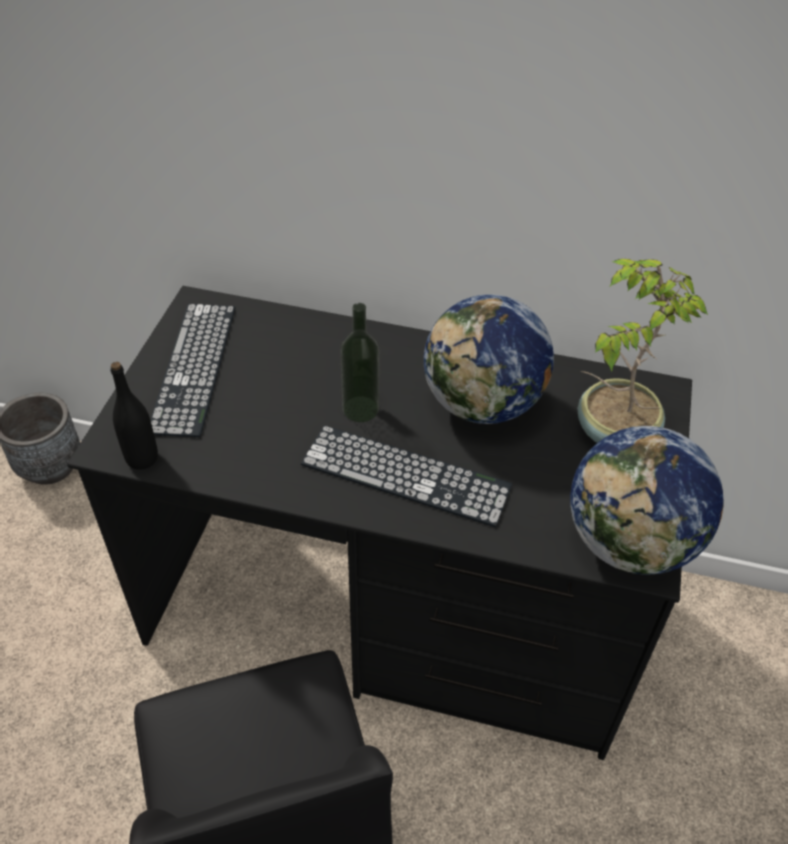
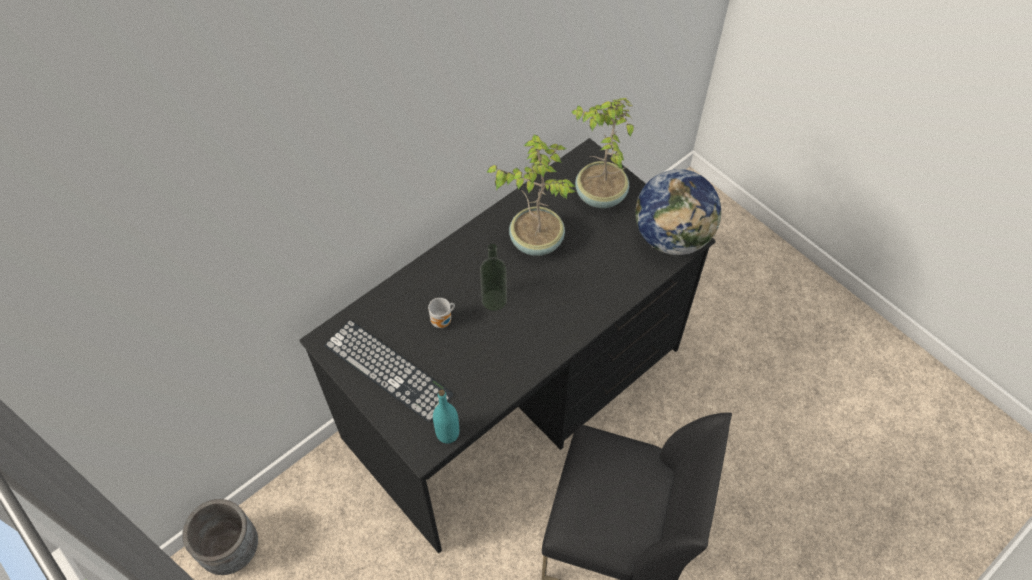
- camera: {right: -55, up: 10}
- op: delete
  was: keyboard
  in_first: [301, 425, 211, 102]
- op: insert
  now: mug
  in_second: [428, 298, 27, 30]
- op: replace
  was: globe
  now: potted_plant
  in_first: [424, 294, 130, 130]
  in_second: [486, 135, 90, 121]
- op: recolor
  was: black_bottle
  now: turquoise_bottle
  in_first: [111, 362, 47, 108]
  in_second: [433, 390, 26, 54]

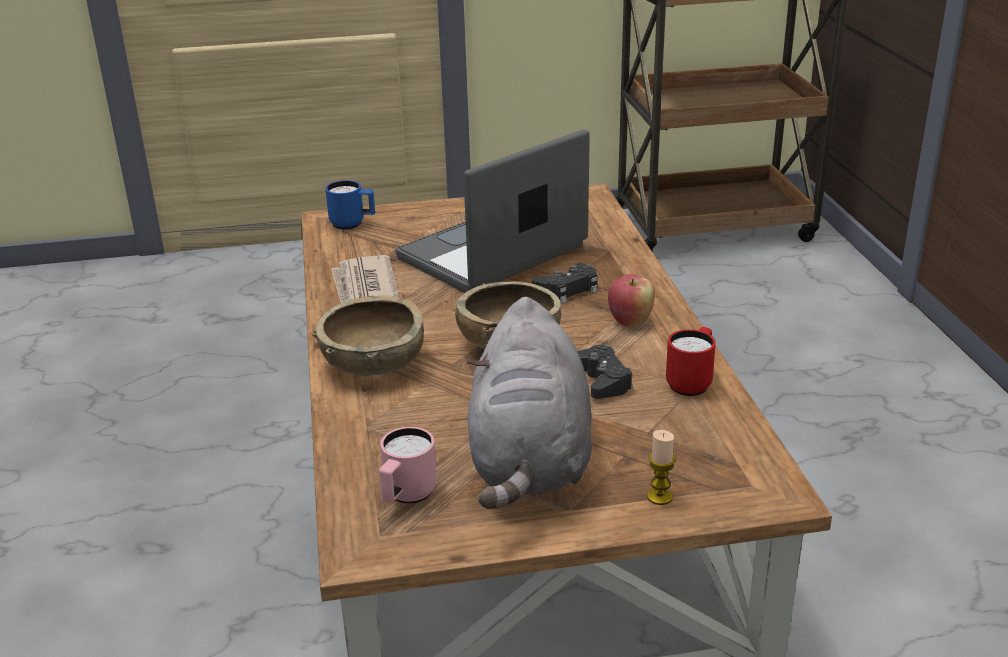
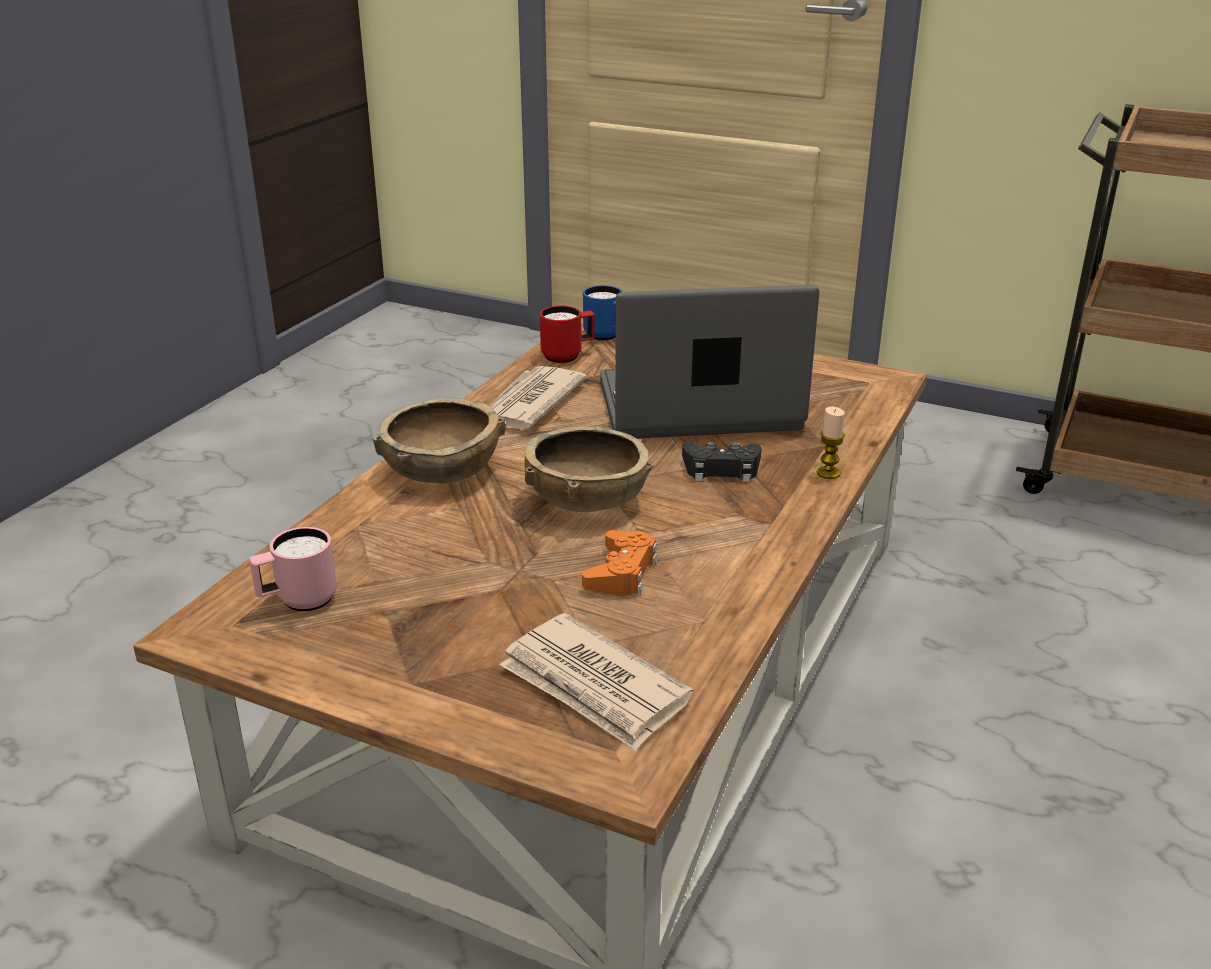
- camera: {right: 35, up: 0}
- op: delete
  was: grey_plush_toy
  in_first: [467, 297, 125, 212]
- op: delete
  was: apple
  in_first: [608, 274, 47, 53]
- op: insert
  now: newspaper
  in_second: [500, 613, 194, 138]
- op: move
  was: candle
  in_first: [647, 430, 29, 75]
  in_second: [817, 407, 28, 72]
- op: move
  was: red_mug
  in_first: [666, 327, 50, 69]
  in_second: [540, 306, 54, 57]
- op: recolor
  was: black_game_controller
  now: orange_game_controller
  in_first: [577, 345, 56, 54]
  in_second: [582, 530, 76, 66]

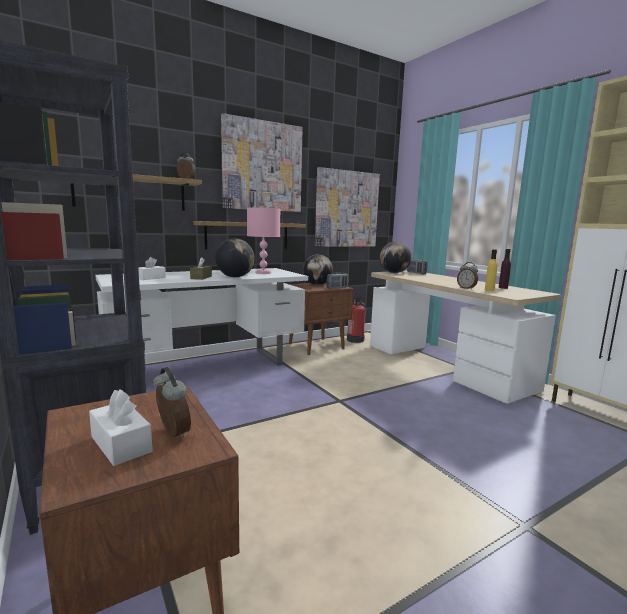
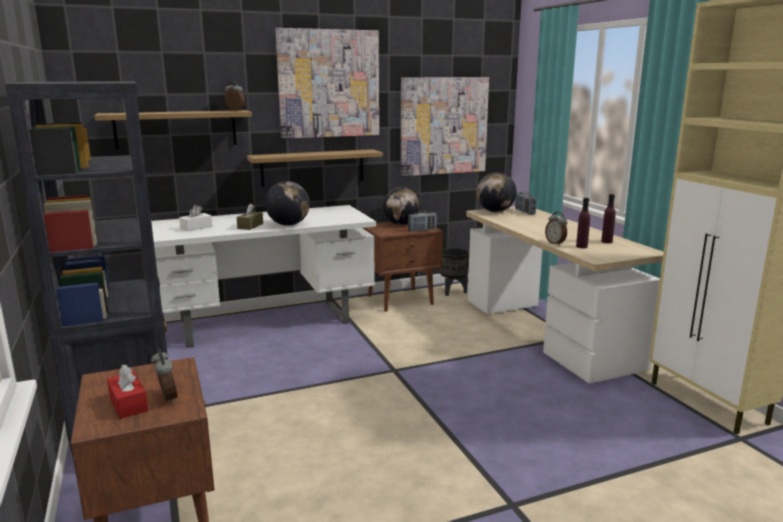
- camera: {right: 10, up: 5}
- op: delete
  was: pink_table_lamp
  in_first: [247, 207, 33, 67]
- op: replace
  was: fire_extinguisher
  now: black_planter
  in_first: [347, 296, 19, 47]
  in_second: [440, 248, 29, 48]
- op: recolor
  was: white_tissue_box
  now: red_tissue_box
  in_first: [89, 389, 64, 77]
  in_second: [107, 364, 41, 55]
- op: recolor
  was: yellow_bottle
  now: purple_bottle
  in_first: [485, 249, 12, 42]
  in_second: [576, 198, 14, 50]

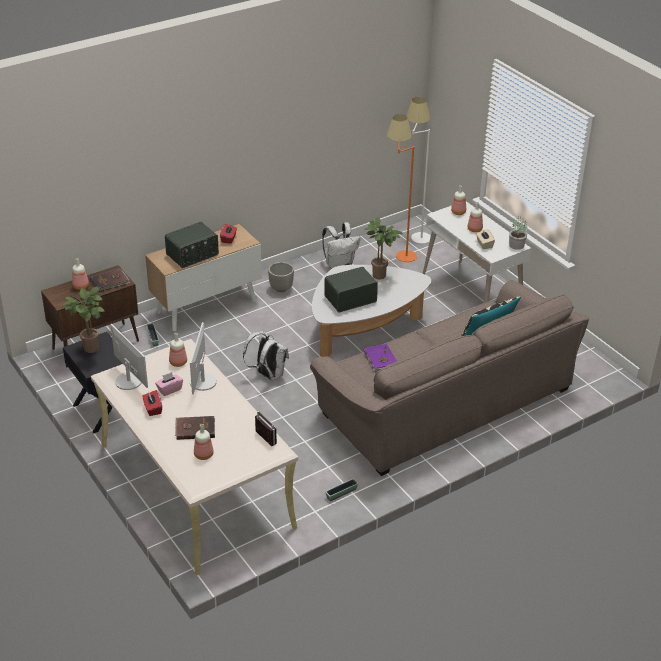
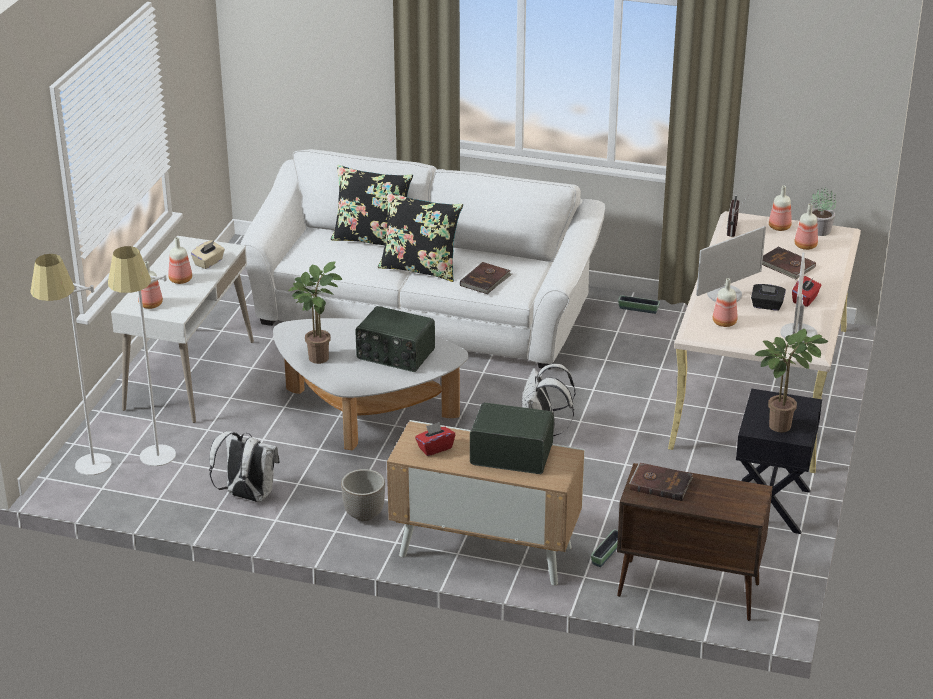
- camera: {right: -130, up: -5}
- op: insert
  now: black_pillow
  in_second: [378, 191, 85, 91]
- op: move
  was: bottle
  in_first: [72, 258, 17, 32]
  in_second: [769, 186, 23, 45]
- op: move
  was: potted_plant
  in_first: [509, 217, 19, 33]
  in_second: [811, 187, 25, 49]
- op: recolor
  was: pink_tissue_box
  now: black_tissue_box
  in_first: [155, 372, 28, 24]
  in_second: [751, 284, 35, 27]
- op: recolor
  was: brown_sofa
  now: white_sofa
  in_first: [310, 280, 280, 196]
  in_second: [240, 149, 365, 221]
- op: recolor
  was: purple_book
  now: brown_book
  in_first: [364, 344, 33, 27]
  in_second: [460, 262, 52, 32]
- op: recolor
  was: orange_floor_lamp
  now: white_floor_lamp
  in_first: [387, 114, 30, 148]
  in_second: [108, 246, 68, 220]

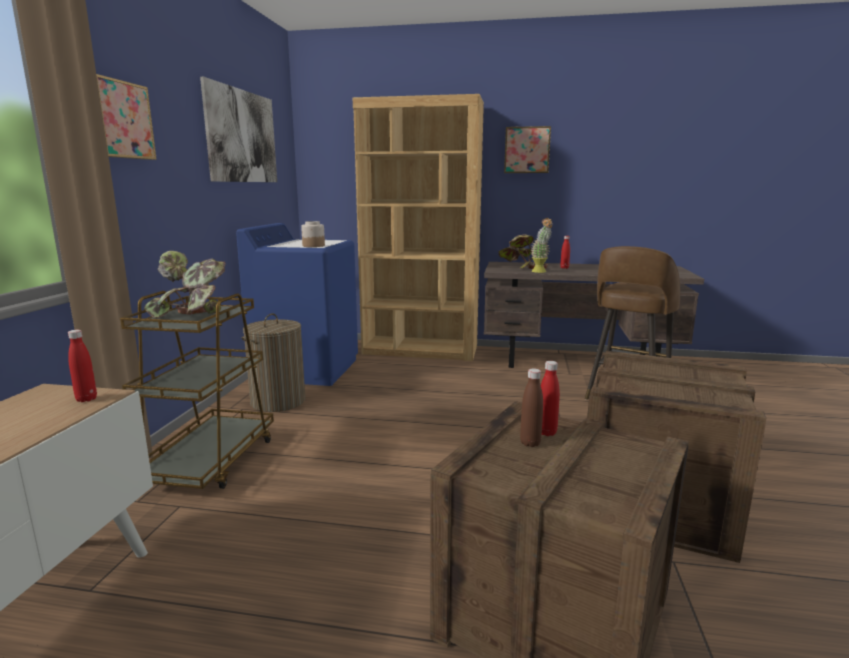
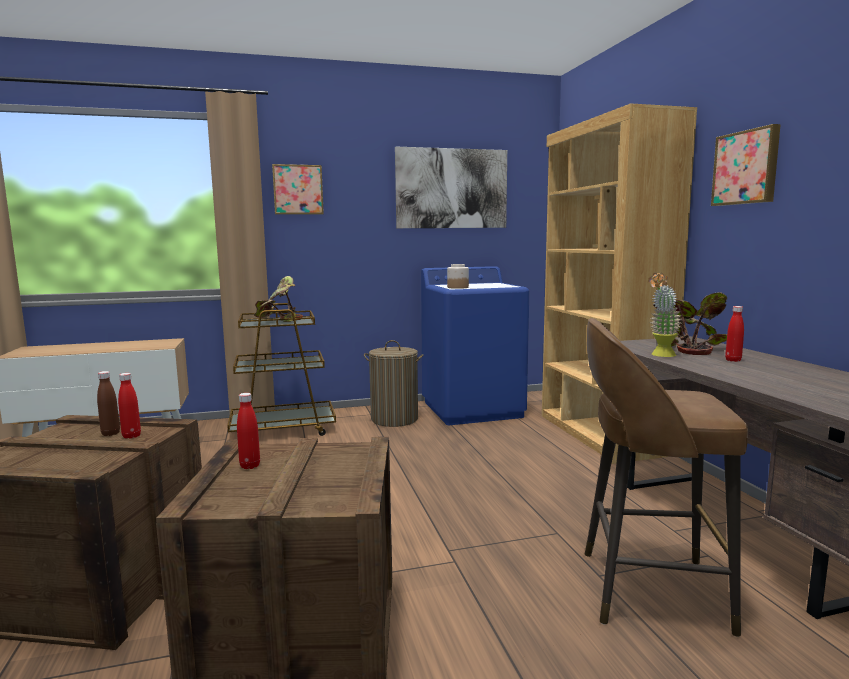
- camera: {right: 65, up: -5}
- op: move
  was: red_bottle
  in_first: [68, 330, 29, 72]
  in_second: [237, 393, 23, 76]

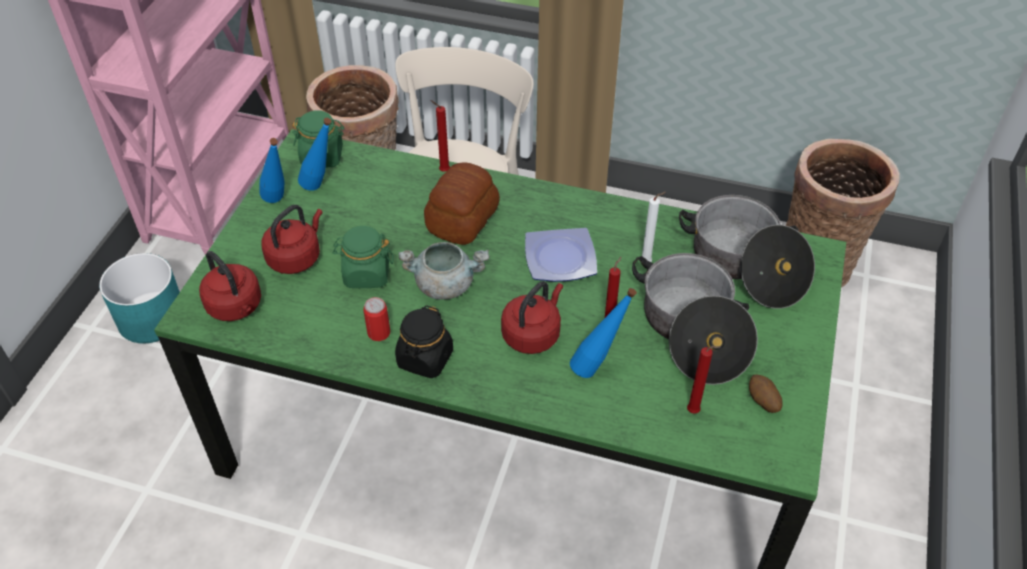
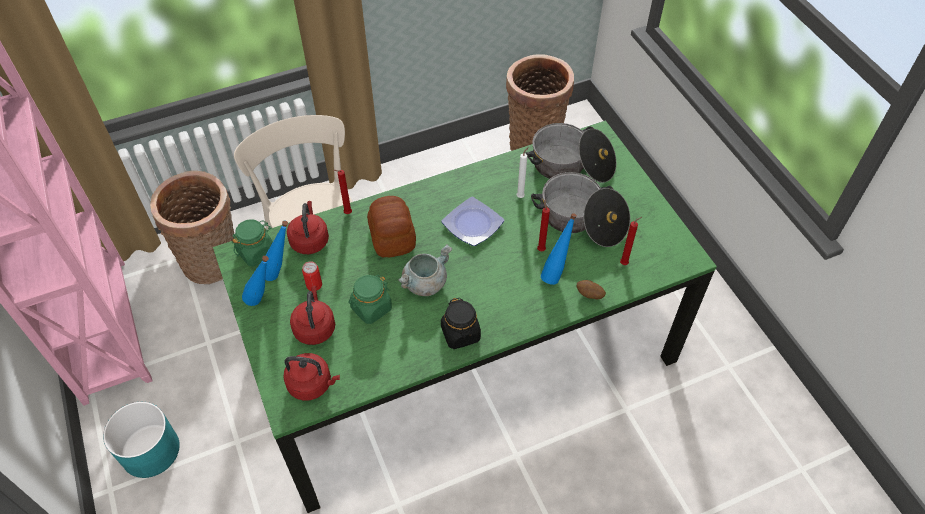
- camera: {right: -40, up: 5}
- op: move
  was: can
  in_first: [364, 297, 26, 44]
  in_second: [302, 261, 20, 30]
- op: move
  was: red_kettle
  in_first: [501, 281, 62, 73]
  in_second: [287, 201, 42, 53]
- op: move
  was: potato
  in_first: [749, 374, 34, 39]
  in_second: [577, 280, 29, 19]

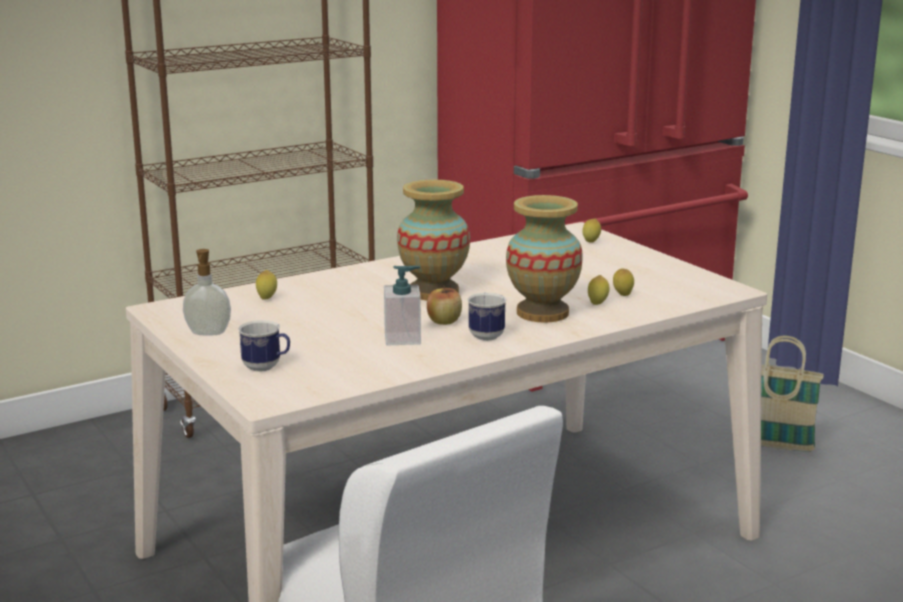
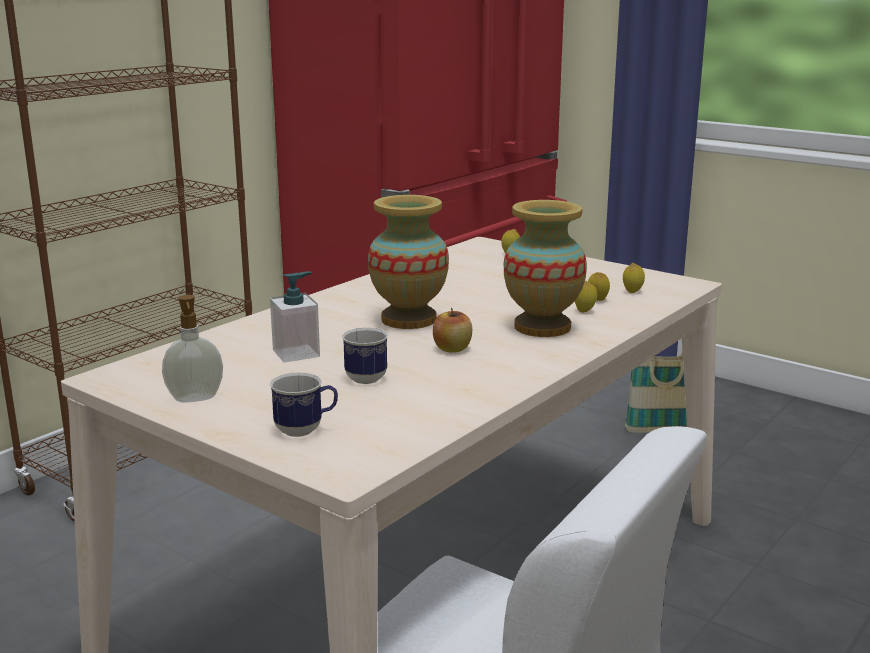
- camera: {right: -20, up: 0}
- op: move
  was: lemon
  in_first: [256, 270, 21, 30]
  in_second: [623, 263, 22, 30]
- op: move
  was: soap_dispenser
  in_first: [384, 266, 37, 79]
  in_second: [270, 271, 50, 92]
- op: move
  was: mug
  in_first: [468, 293, 38, 48]
  in_second: [342, 328, 46, 56]

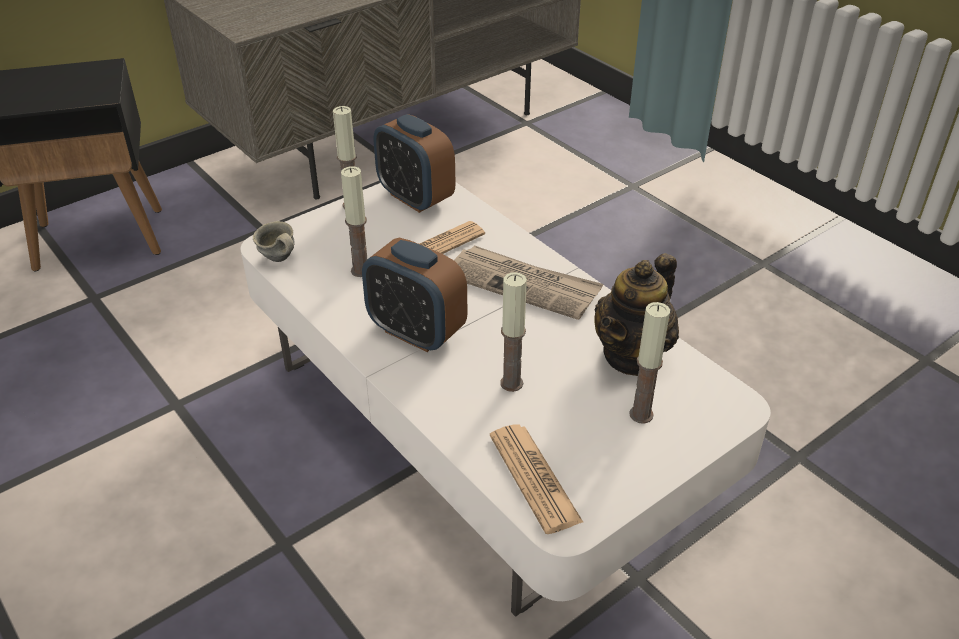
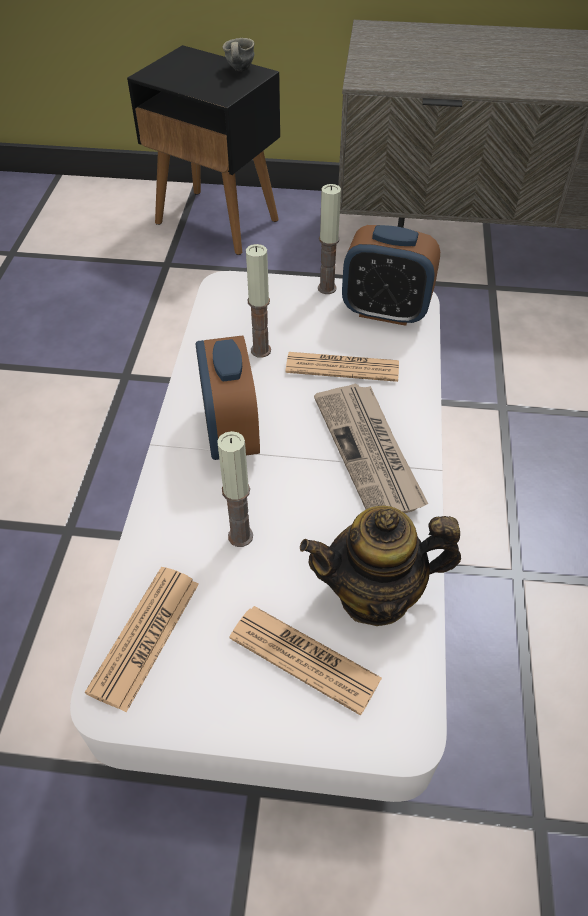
- camera: {right: 45, up: 10}
- op: move
  was: grey_mug
  in_first: [253, 221, 42, 41]
  in_second: [223, 38, 31, 33]
- op: replace
  was: candle
  now: newspaper
  in_first: [629, 302, 41, 122]
  in_second: [229, 606, 153, 110]
- op: rotate
  was: alarm_clock
  in_first: [374, 114, 82, 99]
  in_second: [342, 225, 98, 101]
  clockwise: -75

